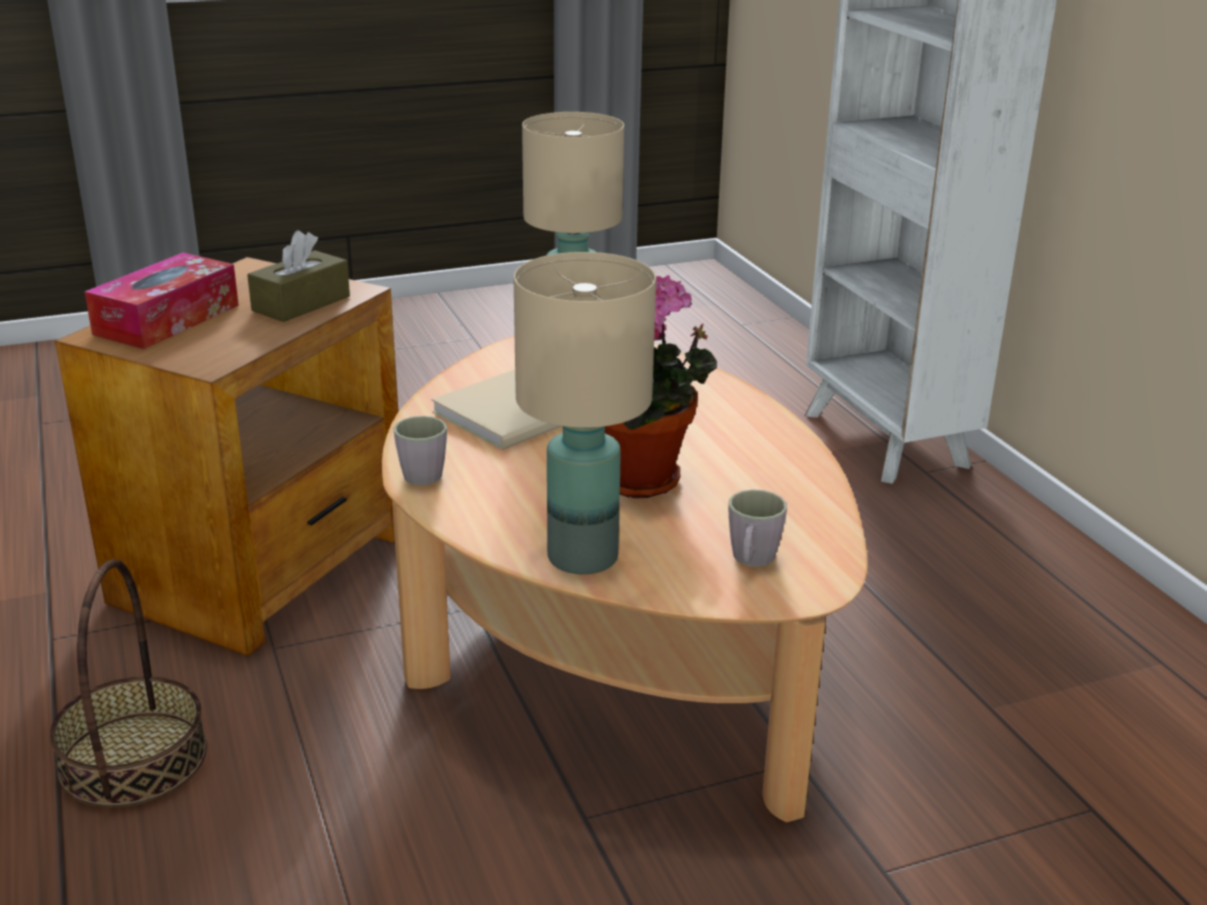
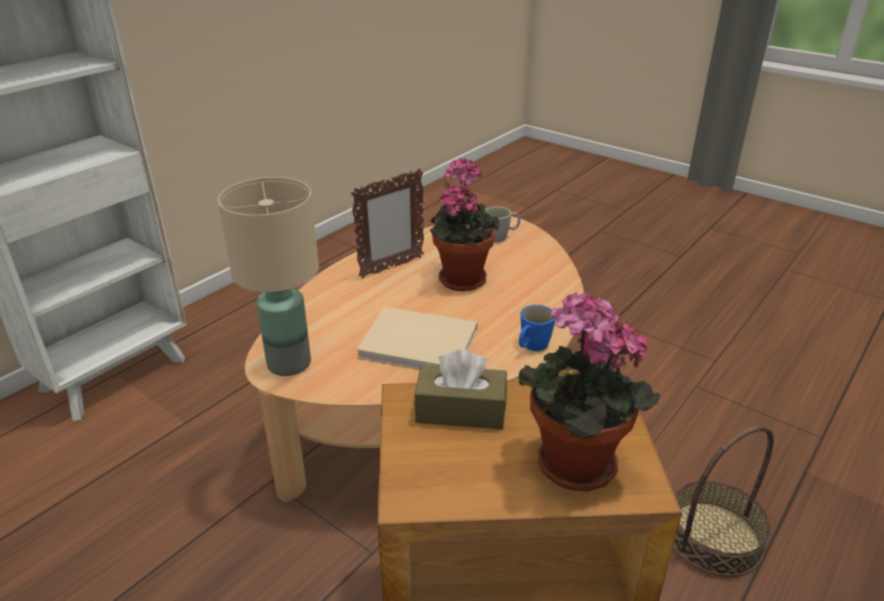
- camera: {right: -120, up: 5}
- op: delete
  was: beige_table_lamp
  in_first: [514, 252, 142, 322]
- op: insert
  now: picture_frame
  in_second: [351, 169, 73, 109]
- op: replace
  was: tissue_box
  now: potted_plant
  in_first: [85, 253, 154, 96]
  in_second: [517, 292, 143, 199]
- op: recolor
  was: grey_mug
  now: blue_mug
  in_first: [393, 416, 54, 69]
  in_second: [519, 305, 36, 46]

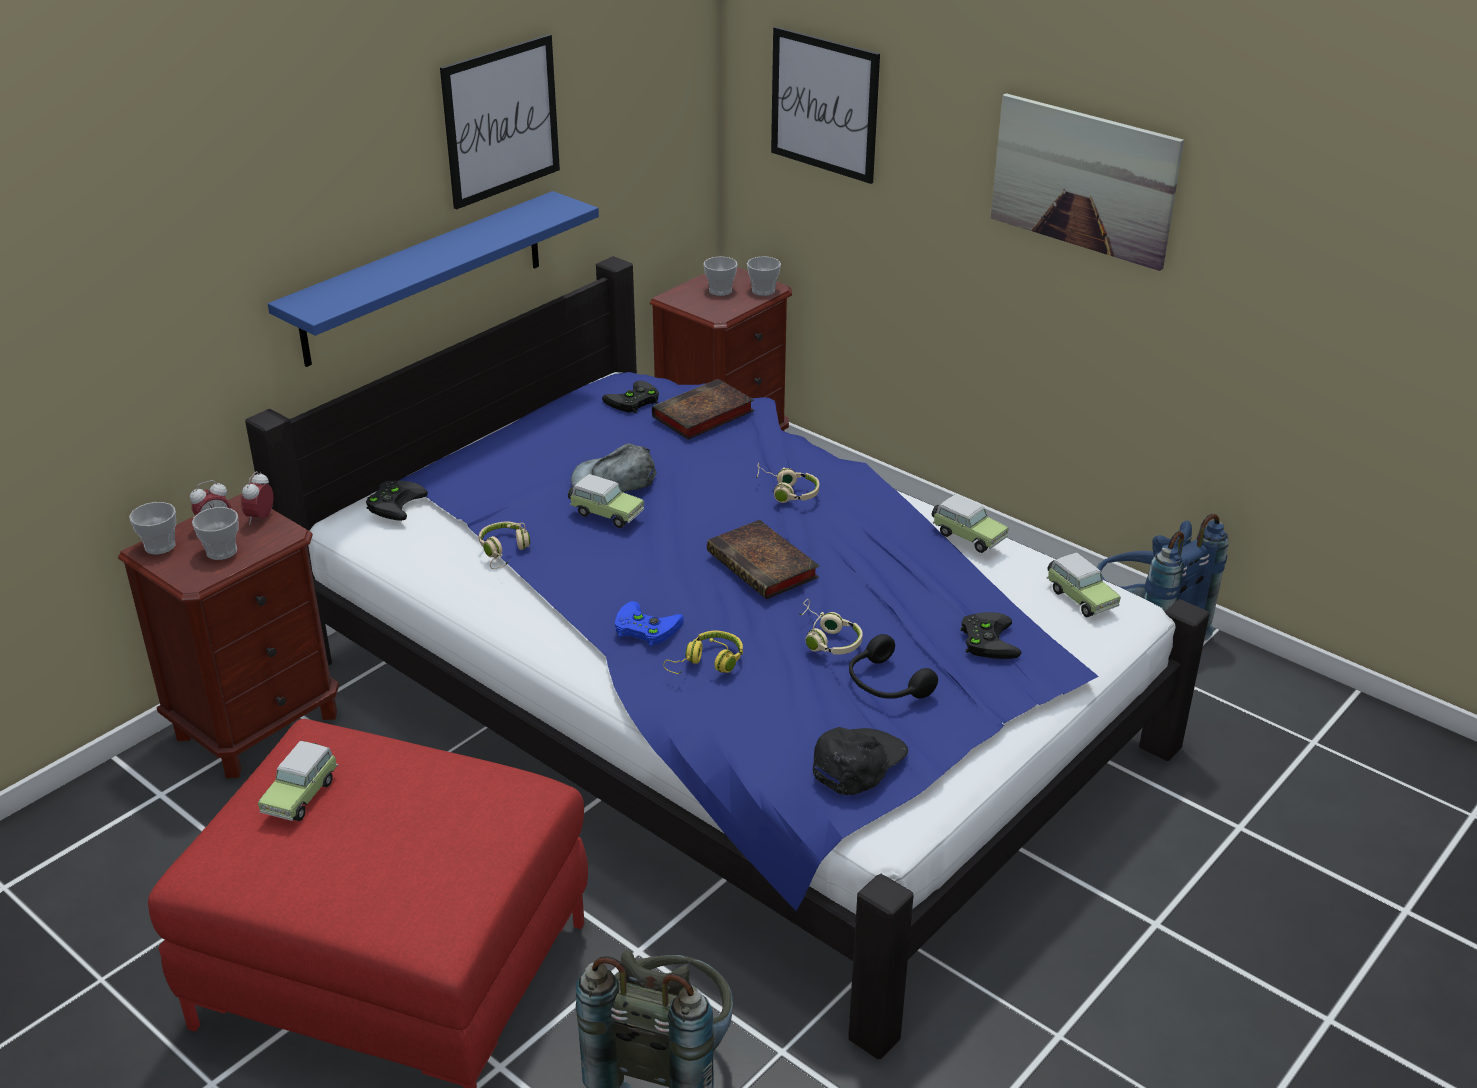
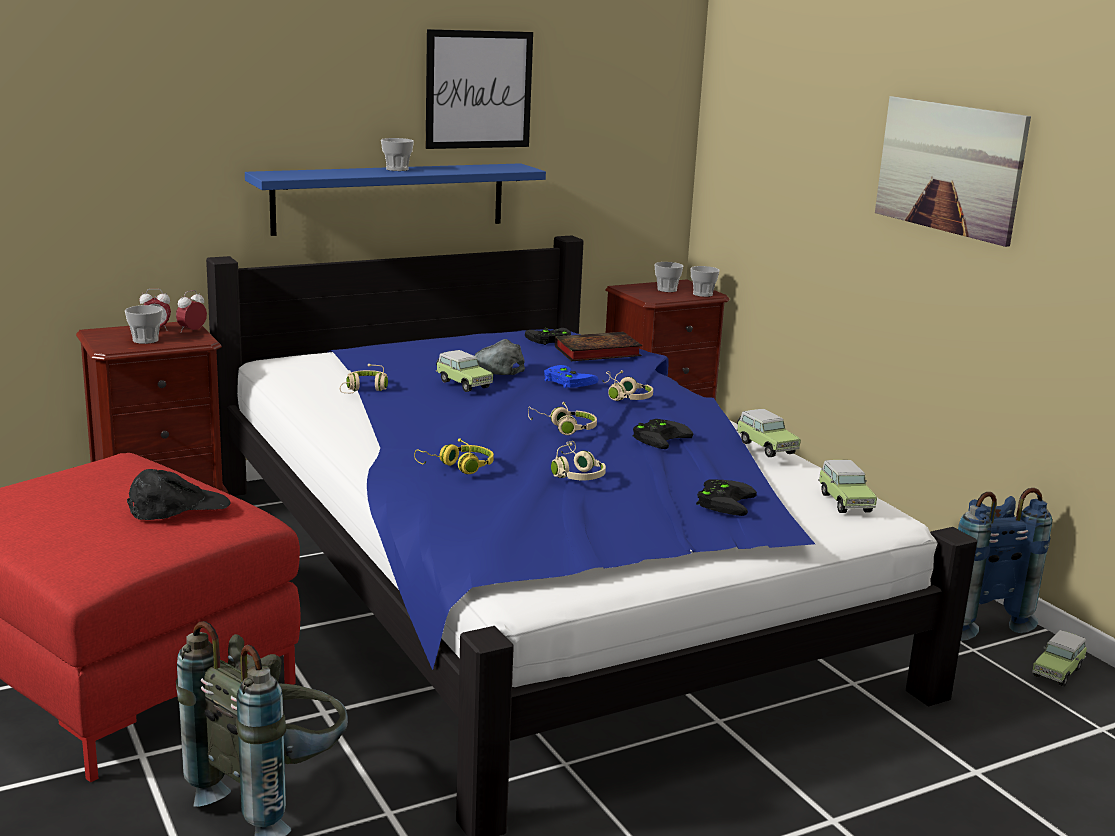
- camera: {right: 20, up: -15}
- op: delete
  was: picture
  in_first: [771, 27, 109, 157]
- op: delete
  was: black_headphones
  in_first: [849, 634, 89, 65]
- op: move
  was: cup
  in_first: [129, 502, 47, 53]
  in_second: [381, 138, 33, 33]
- op: move
  was: toy_car
  in_first: [258, 741, 80, 80]
  in_second: [1032, 630, 55, 57]
- op: move
  was: black_game_controller
  in_first: [366, 481, 62, 40]
  in_second: [632, 419, 62, 30]
- op: move
  was: blue_game_controller
  in_first: [615, 601, 69, 45]
  in_second: [544, 365, 55, 23]
- op: move
  was: black_cap
  in_first: [813, 727, 95, 68]
  in_second: [127, 469, 104, 51]
- op: replace
  was: book
  now: beige_headphones
  in_first: [707, 520, 112, 79]
  in_second: [528, 402, 69, 33]

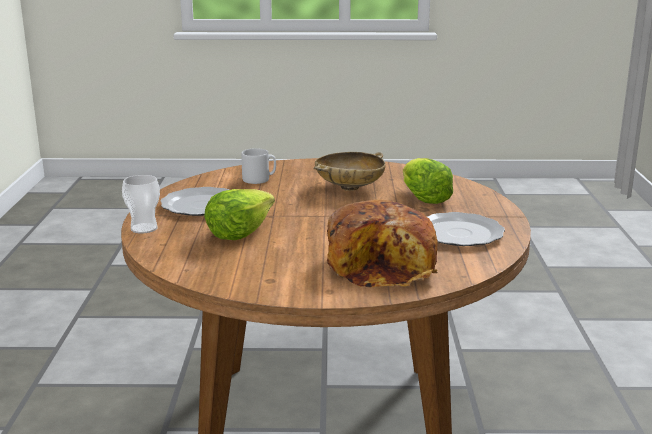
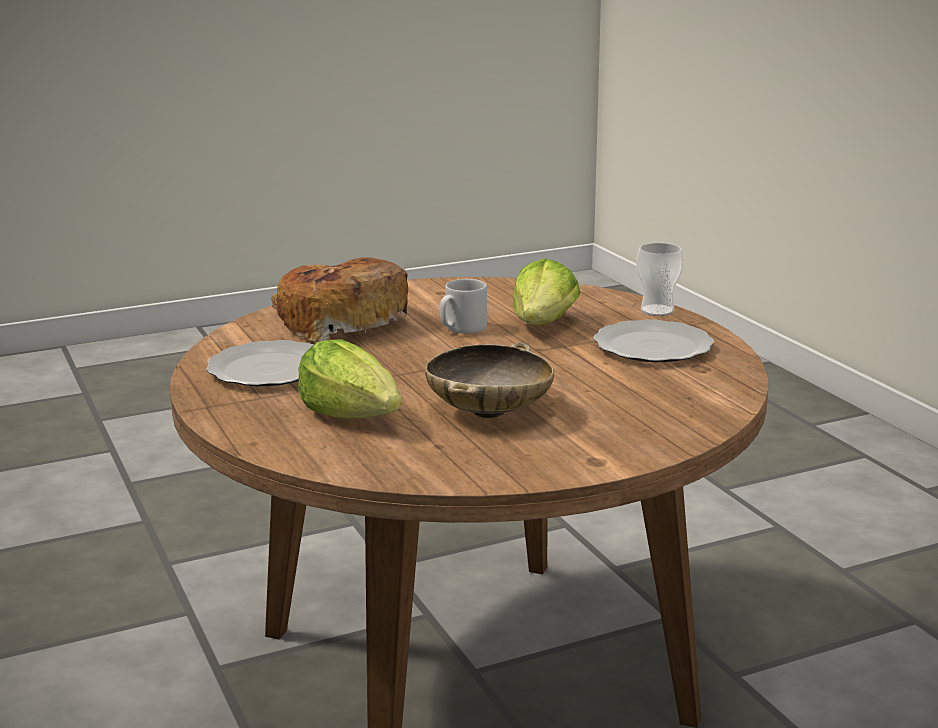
- camera: {right: 155, up: 0}
- op: move
  was: grey_mug
  in_first: [241, 148, 35, 36]
  in_second: [440, 279, 47, 55]

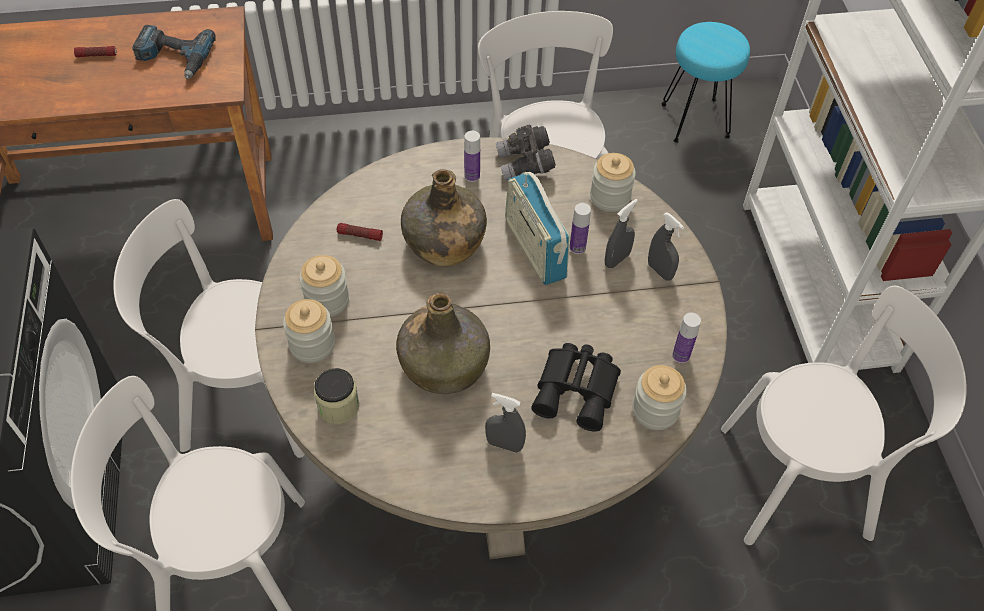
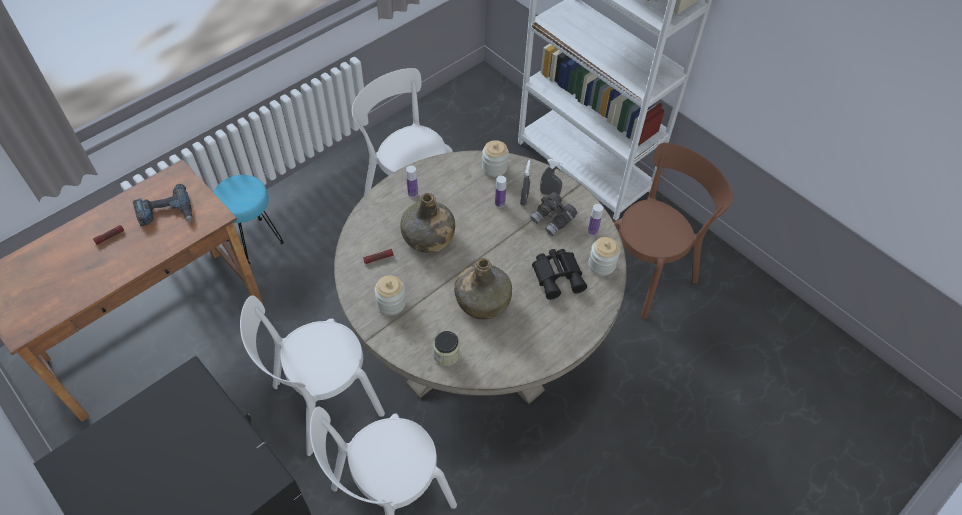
- camera: {right: -35, up: 0}
- op: delete
  was: jar
  in_first: [283, 299, 52, 64]
- op: delete
  was: grey_spray_bottle
  in_first: [485, 393, 41, 60]
- op: delete
  was: radio
  in_first: [505, 172, 65, 113]
- op: move
  was: grey_binoculars
  in_first: [496, 125, 60, 56]
  in_second: [530, 192, 47, 44]
- op: move
  was: turquoise_stool
  in_first: [661, 22, 89, 121]
  in_second: [213, 175, 71, 90]
- op: recolor
  was: white_chair
  now: brown_chair
  in_first: [721, 286, 246, 259]
  in_second: [614, 143, 119, 176]

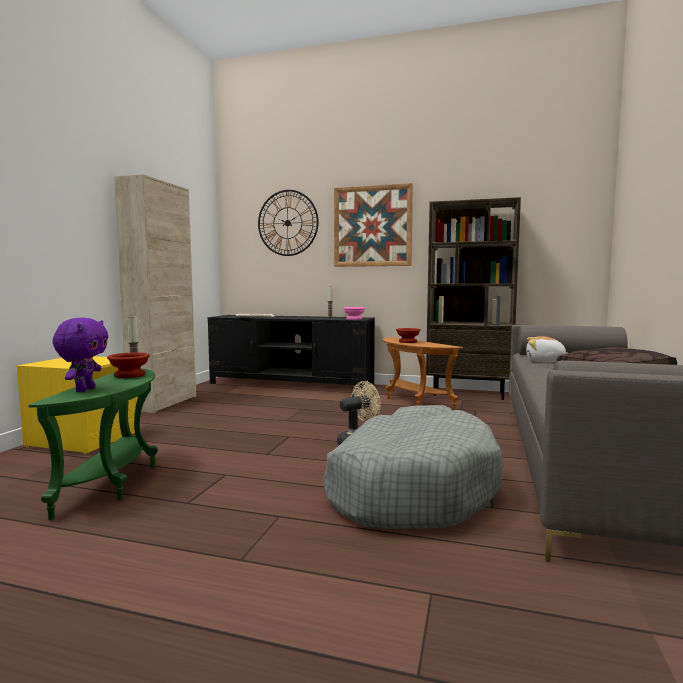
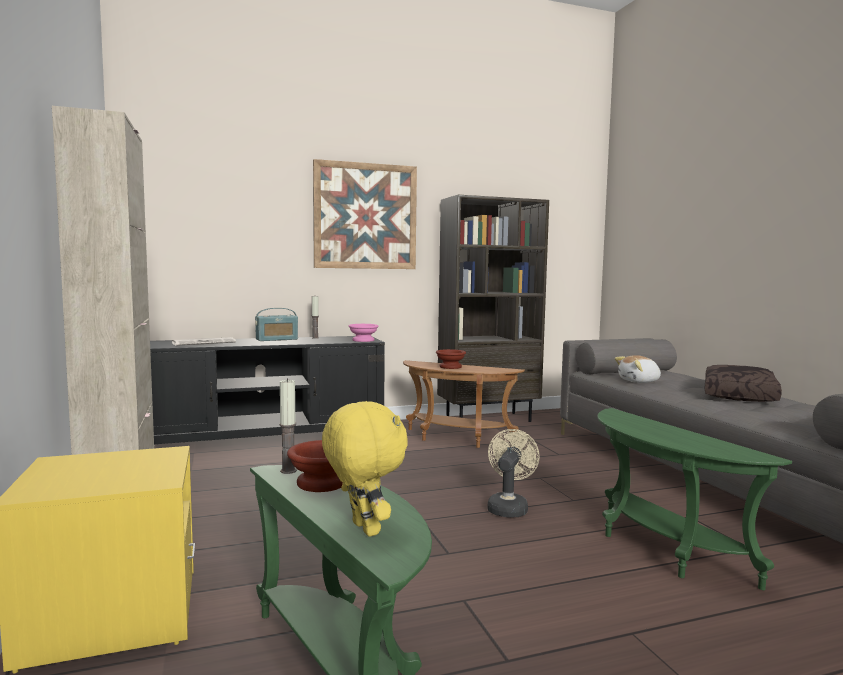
- camera: {right: -35, up: 0}
- op: delete
  was: wall_clock
  in_first: [258, 190, 61, 66]
- op: insert
  now: radio
  in_second: [255, 308, 43, 33]
- op: replace
  was: grey_dog_bed
  now: green_side_table
  in_first: [323, 405, 180, 124]
  in_second: [597, 408, 195, 182]
- op: recolor
  was: purple_plush_toy
  now: yellow_plush_toy
  in_first: [53, 318, 55, 74]
  in_second: [322, 401, 86, 136]

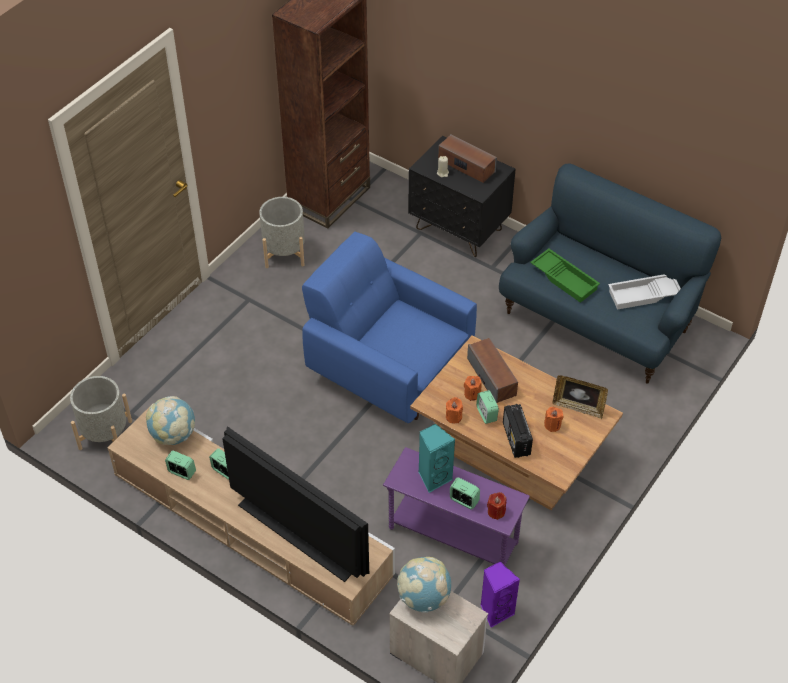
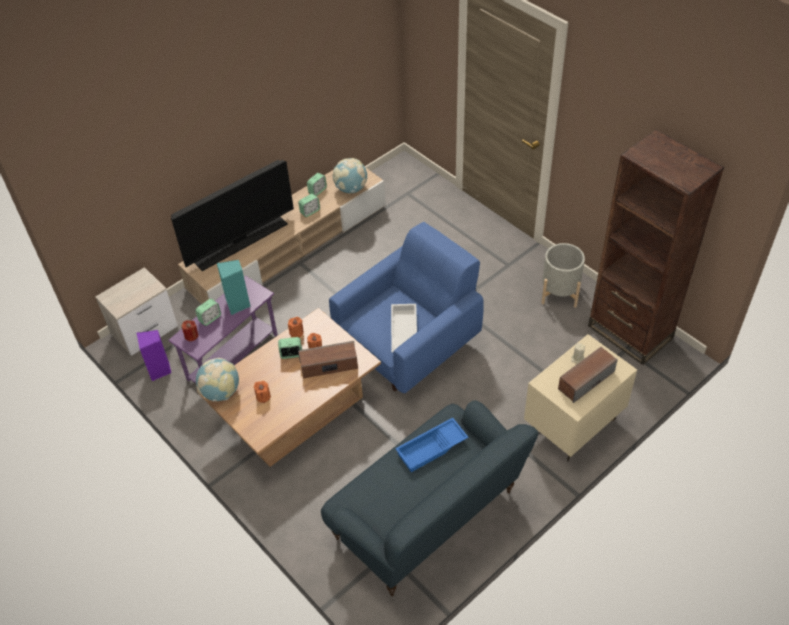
- camera: {right: 105, up: 0}
- op: delete
  was: grey_planter
  in_first: [70, 376, 62, 74]
- op: delete
  was: radio
  in_first: [503, 404, 30, 54]
- op: delete
  was: picture_frame
  in_first: [553, 375, 55, 44]
- op: move
  was: globe
  in_first: [397, 557, 54, 56]
  in_second: [196, 358, 43, 43]
- op: move
  was: white_tray
  in_first: [608, 274, 73, 36]
  in_second: [391, 304, 26, 49]
- op: recolor
  was: black_nightstand
  now: beige_nightstand
  in_first: [408, 136, 108, 121]
  in_second: [524, 334, 113, 127]
- op: recolor
  was: green_tray
  now: blue_tray
  in_first: [530, 249, 70, 54]
  in_second: [395, 418, 74, 54]

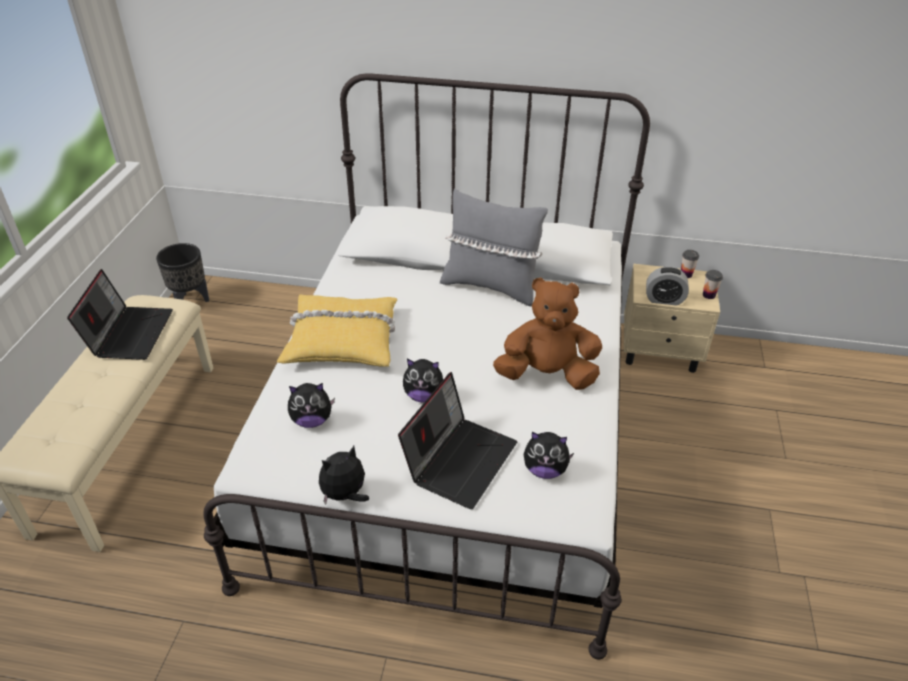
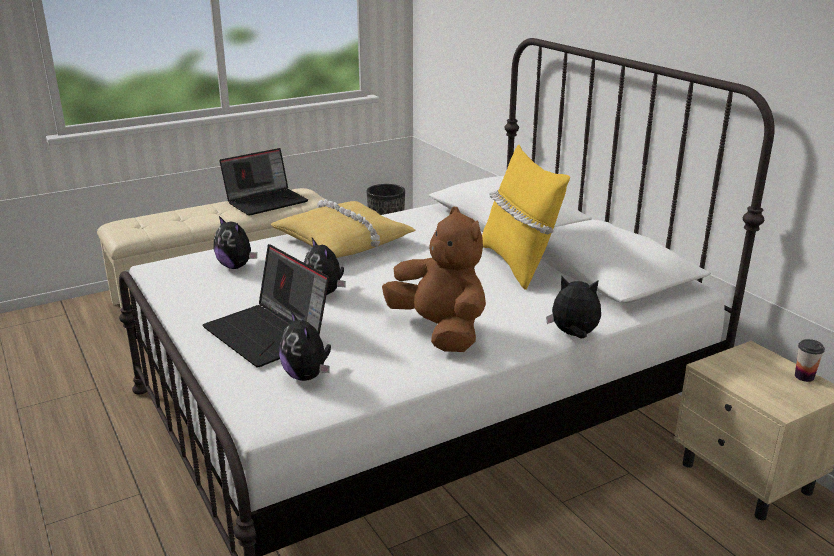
- camera: {right: 50, up: -15}
- op: delete
  was: alarm_clock
  in_first: [646, 267, 43, 39]
- op: delete
  was: cup
  in_first: [703, 270, 20, 29]
- op: move
  was: plush_toy
  in_first: [319, 446, 50, 59]
  in_second: [546, 276, 55, 63]
- op: recolor
  was: grey_pillow
  now: yellow_pillow
  in_first: [440, 189, 108, 117]
  in_second: [482, 145, 88, 145]
- op: rotate
  was: laptop
  in_first: [398, 372, 119, 137]
  in_second: [202, 244, 127, 123]
  clockwise: 60

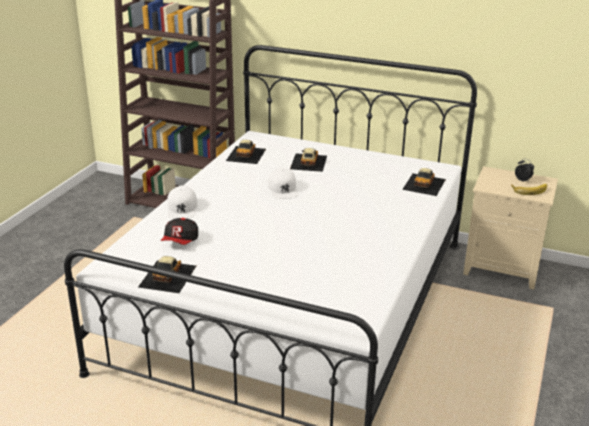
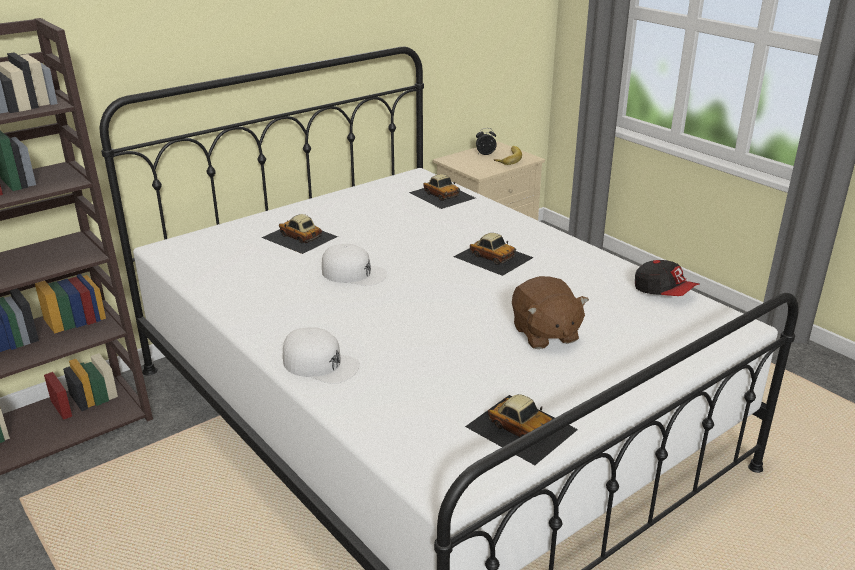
- camera: {right: -60, up: 0}
- op: insert
  now: brown_plush_toy
  in_second: [512, 276, 77, 73]
- op: move
  was: cap
  in_first: [161, 218, 37, 27]
  in_second: [635, 260, 65, 36]
- op: move
  was: toy_car
  in_first: [226, 140, 40, 24]
  in_second: [453, 233, 81, 43]

